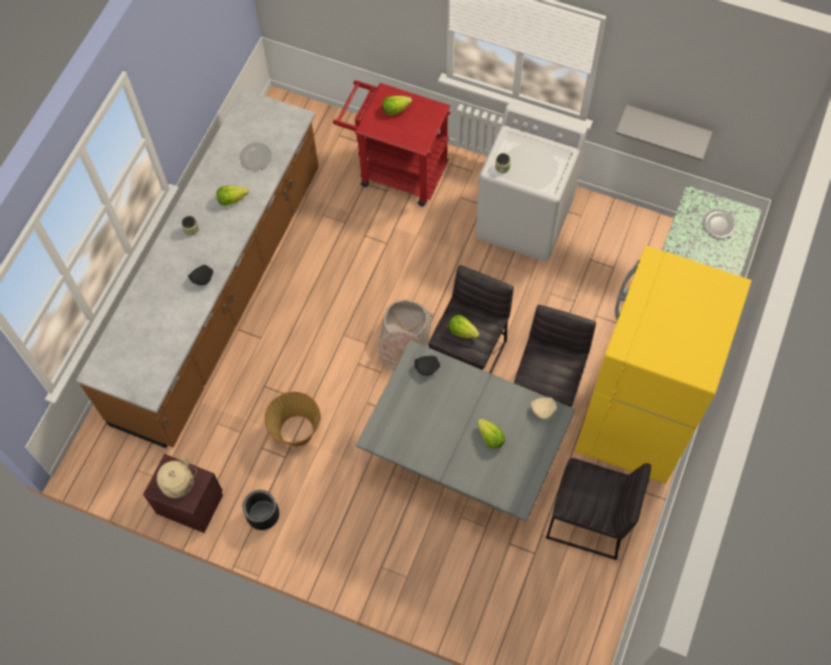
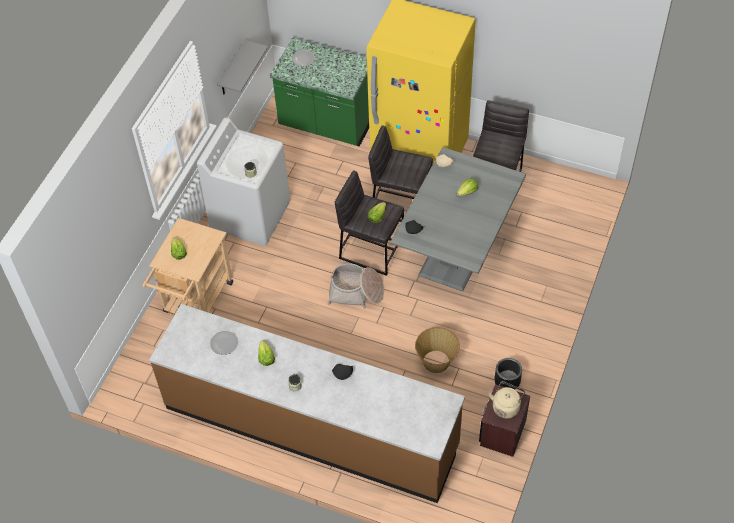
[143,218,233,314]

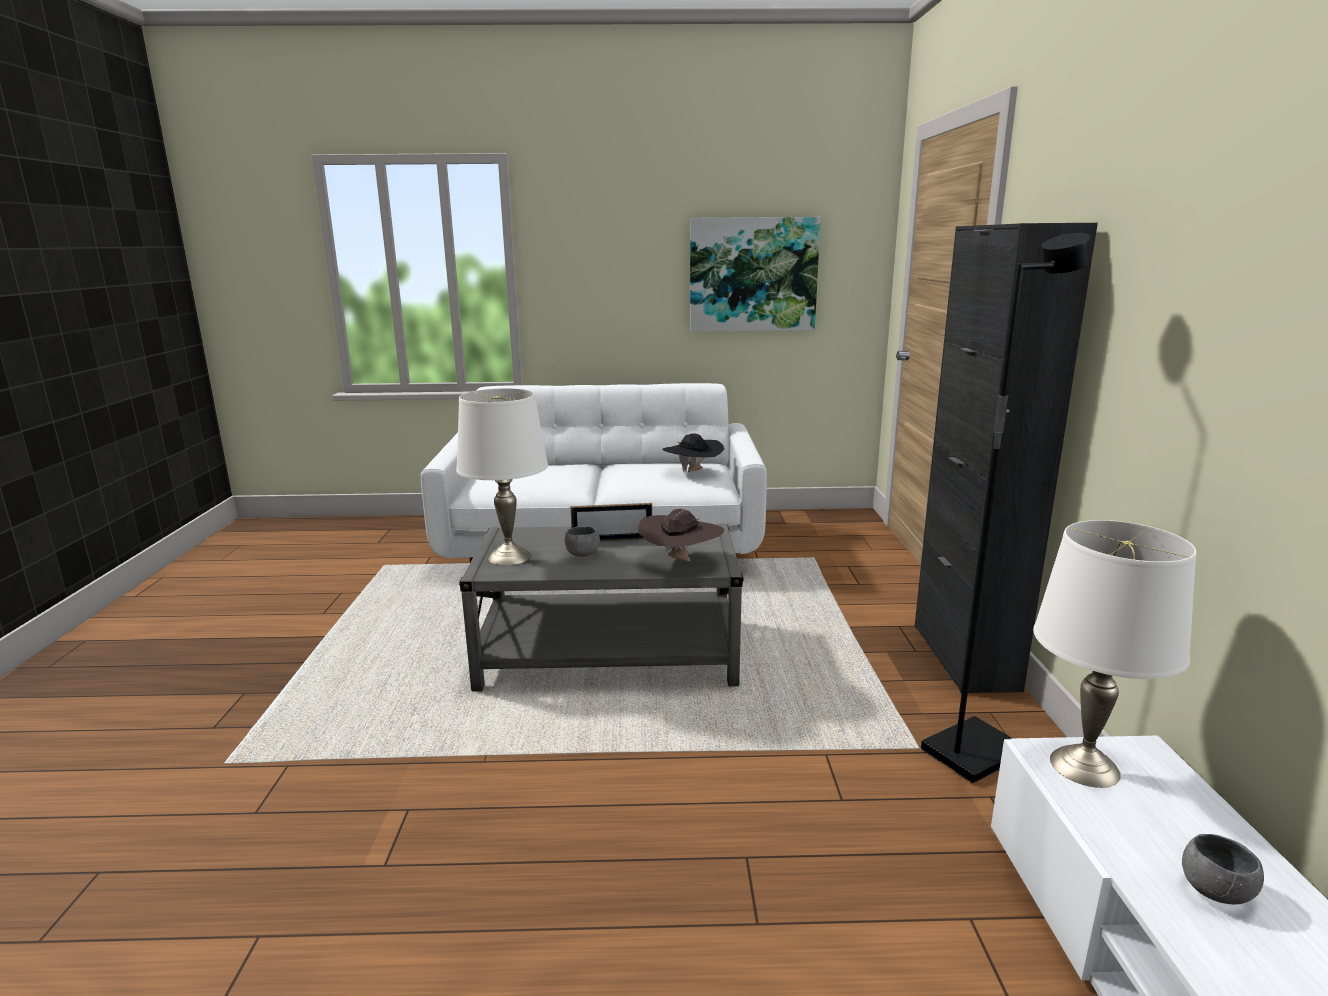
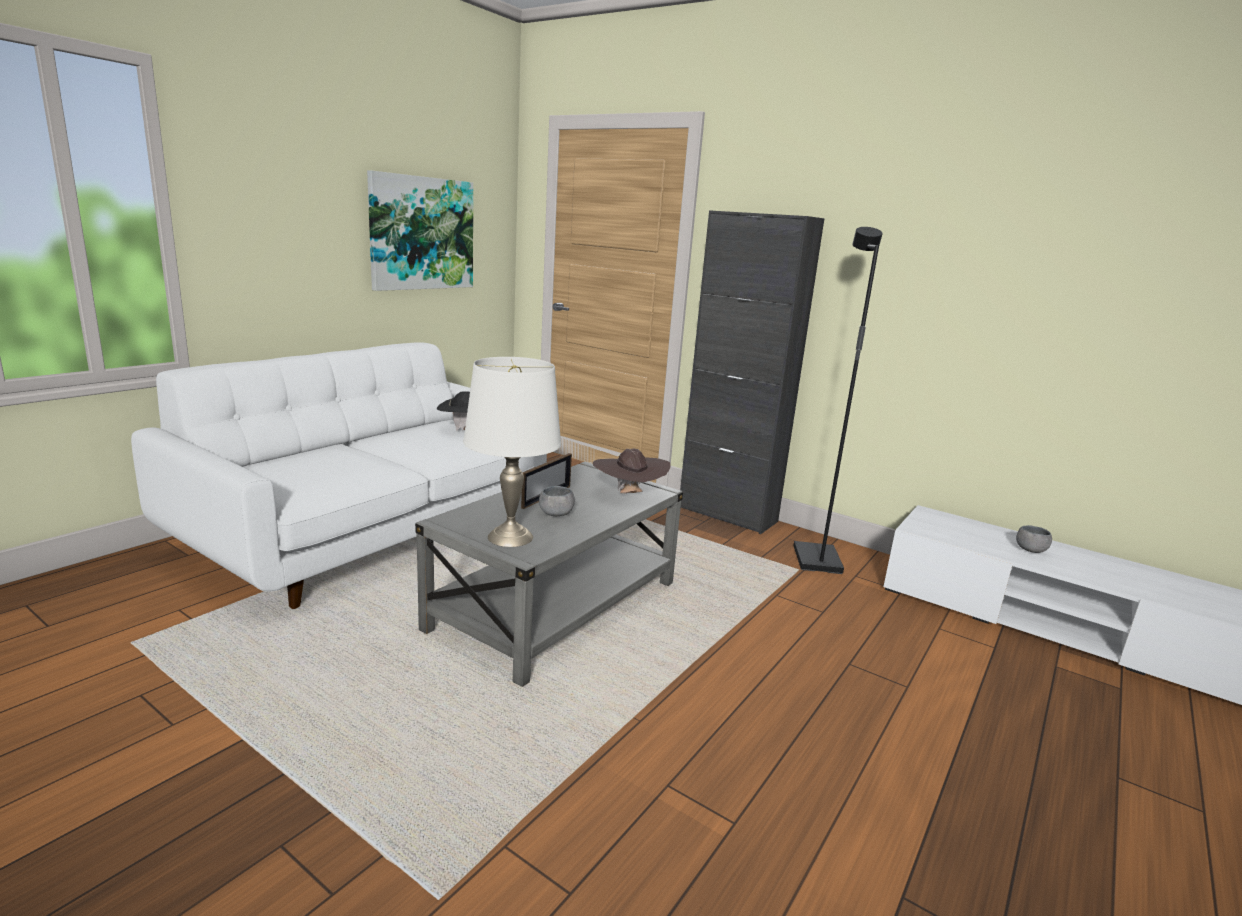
[1033,520,1196,788] (first image)

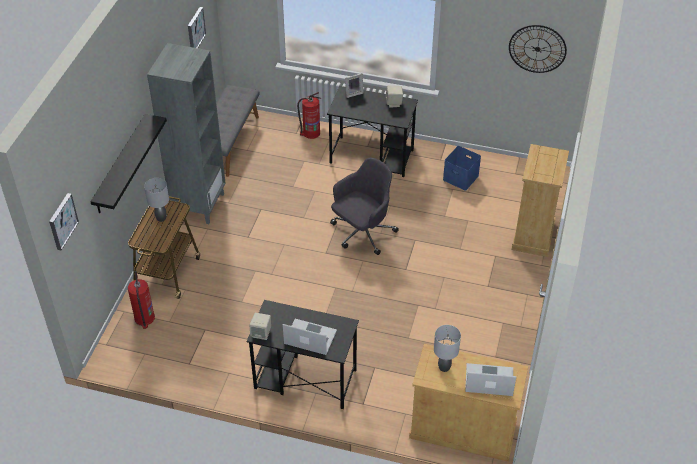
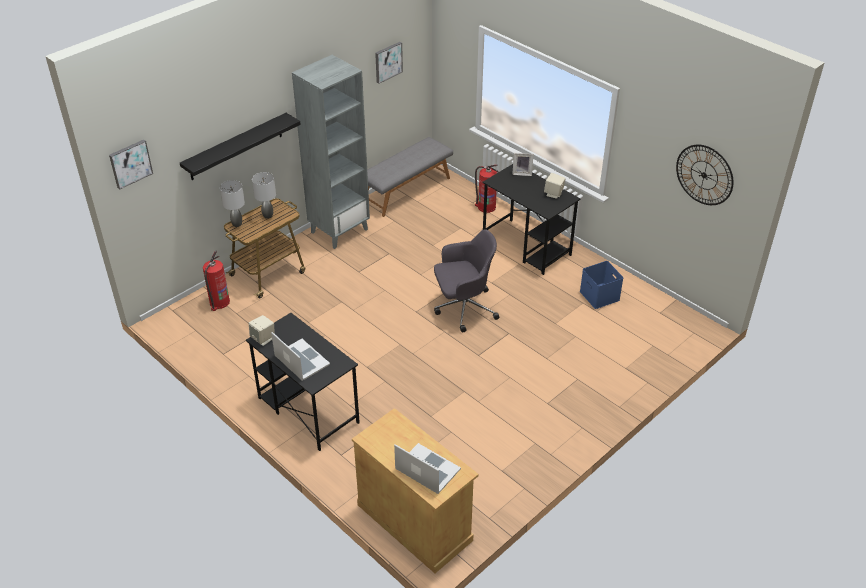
[220,180,245,227]
[512,144,569,257] (first image)

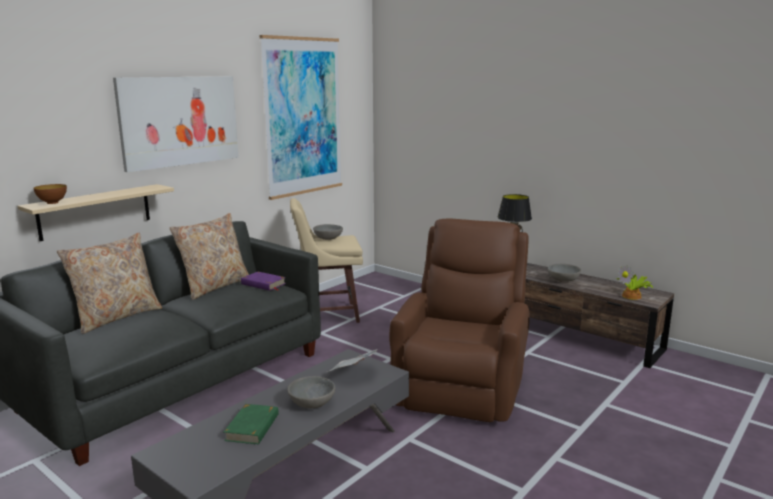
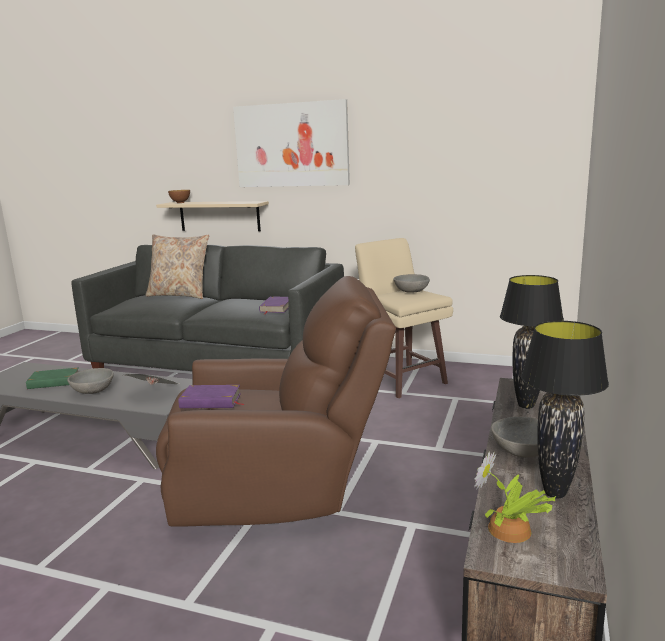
[170,213,249,300] (first image)
[260,35,342,200] (first image)
[178,385,244,408]
[521,321,609,498]

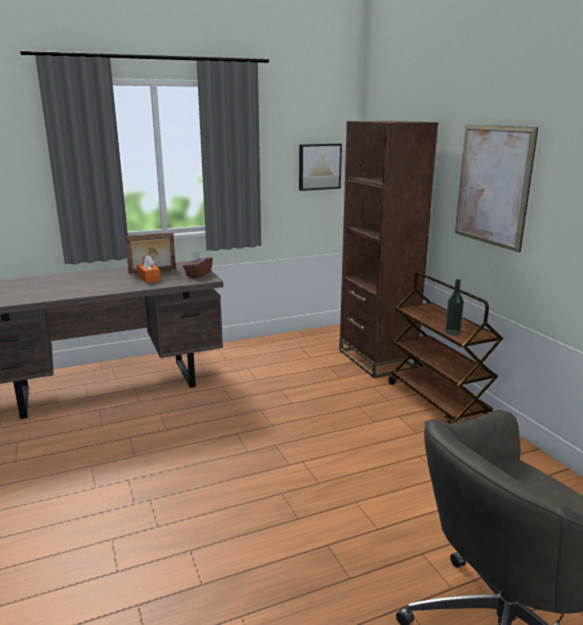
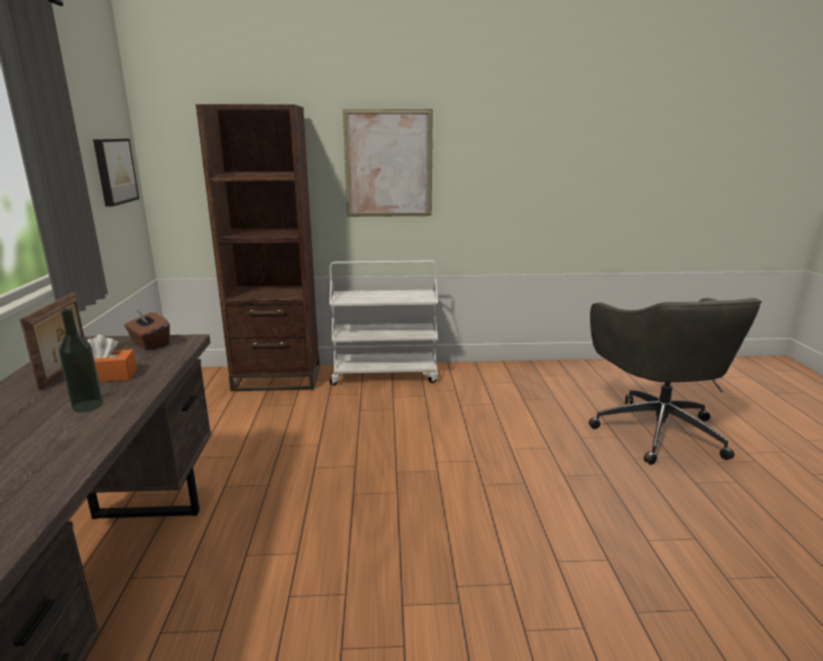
[329,261,438,385]
[59,308,103,412]

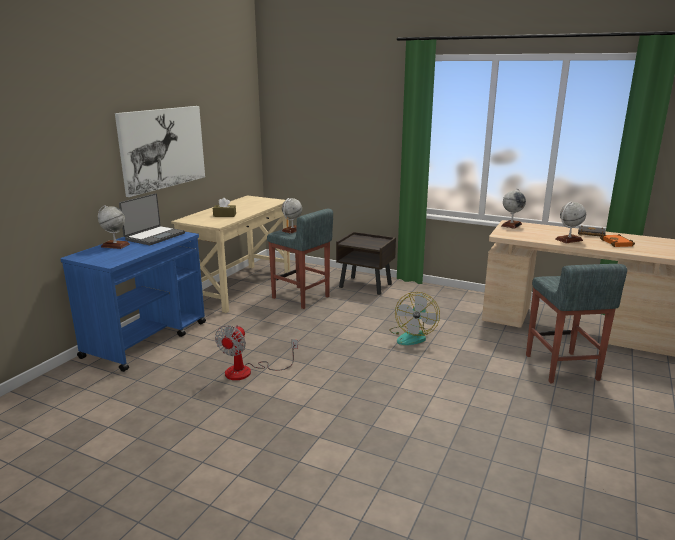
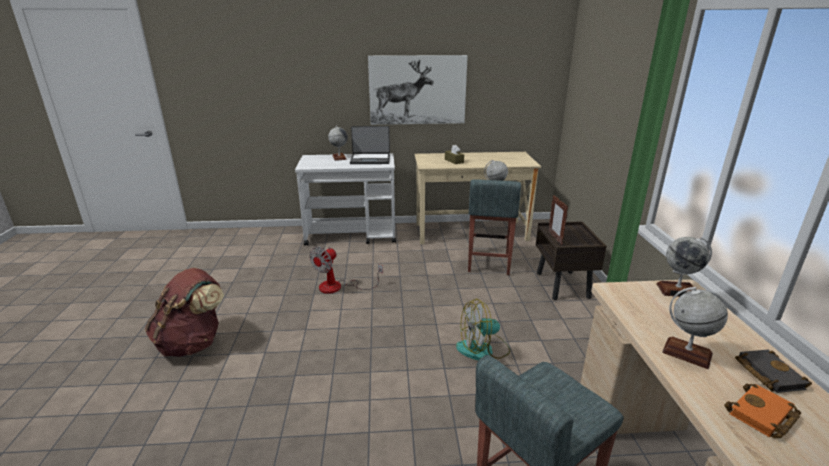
[295,153,396,246]
[309,247,383,294]
[145,268,224,357]
[549,195,568,245]

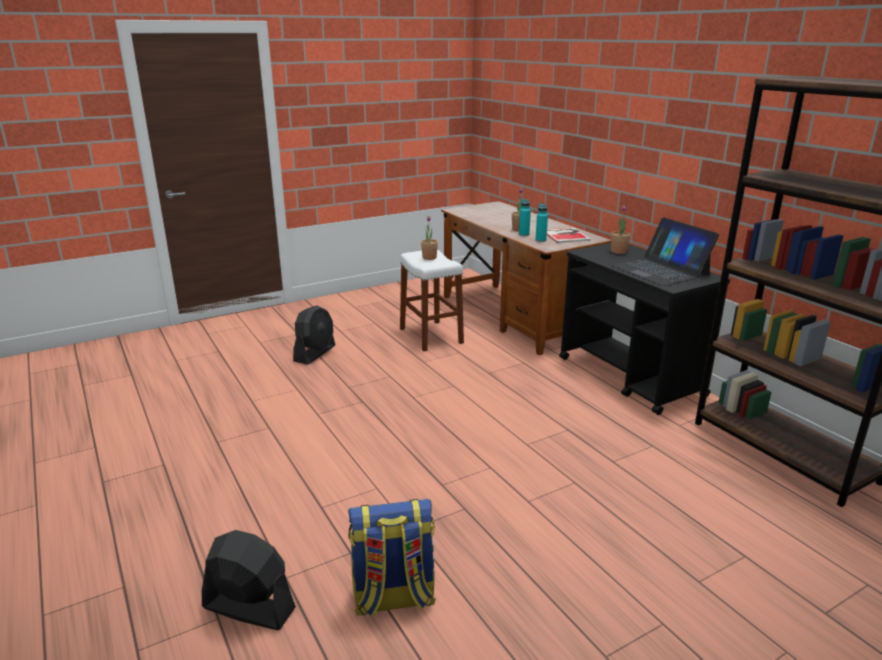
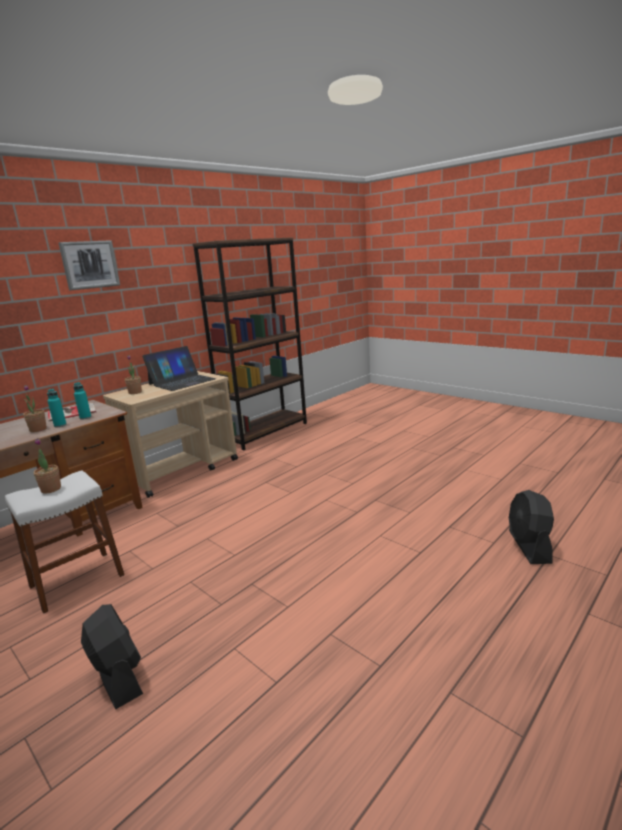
[81,604,143,709]
[348,499,436,617] (first image)
[103,371,238,498]
[58,240,120,290]

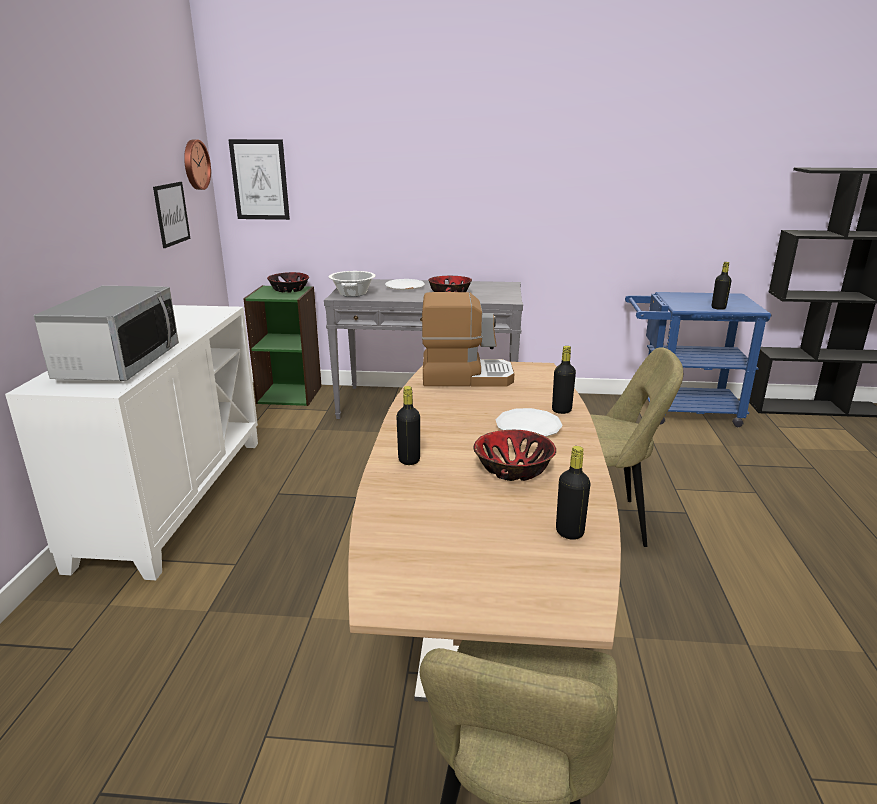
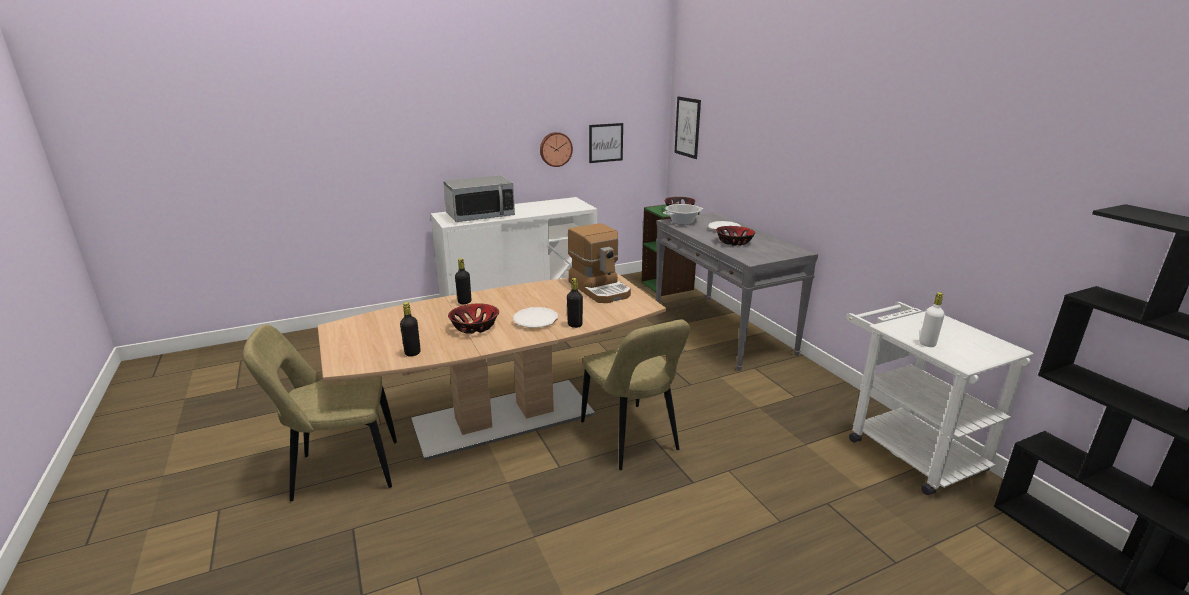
[540,132,573,167]
[846,302,1034,495]
[920,292,944,347]

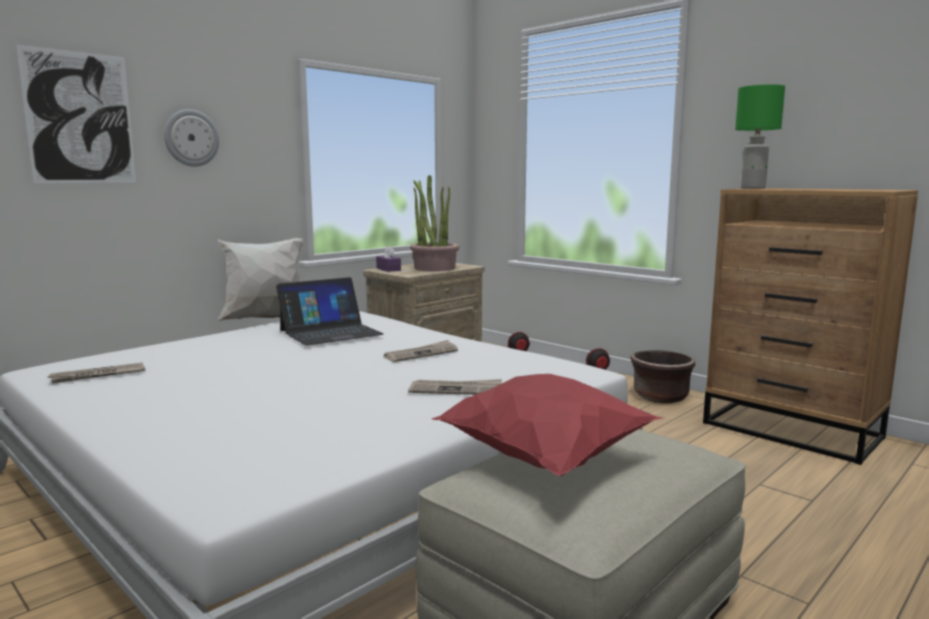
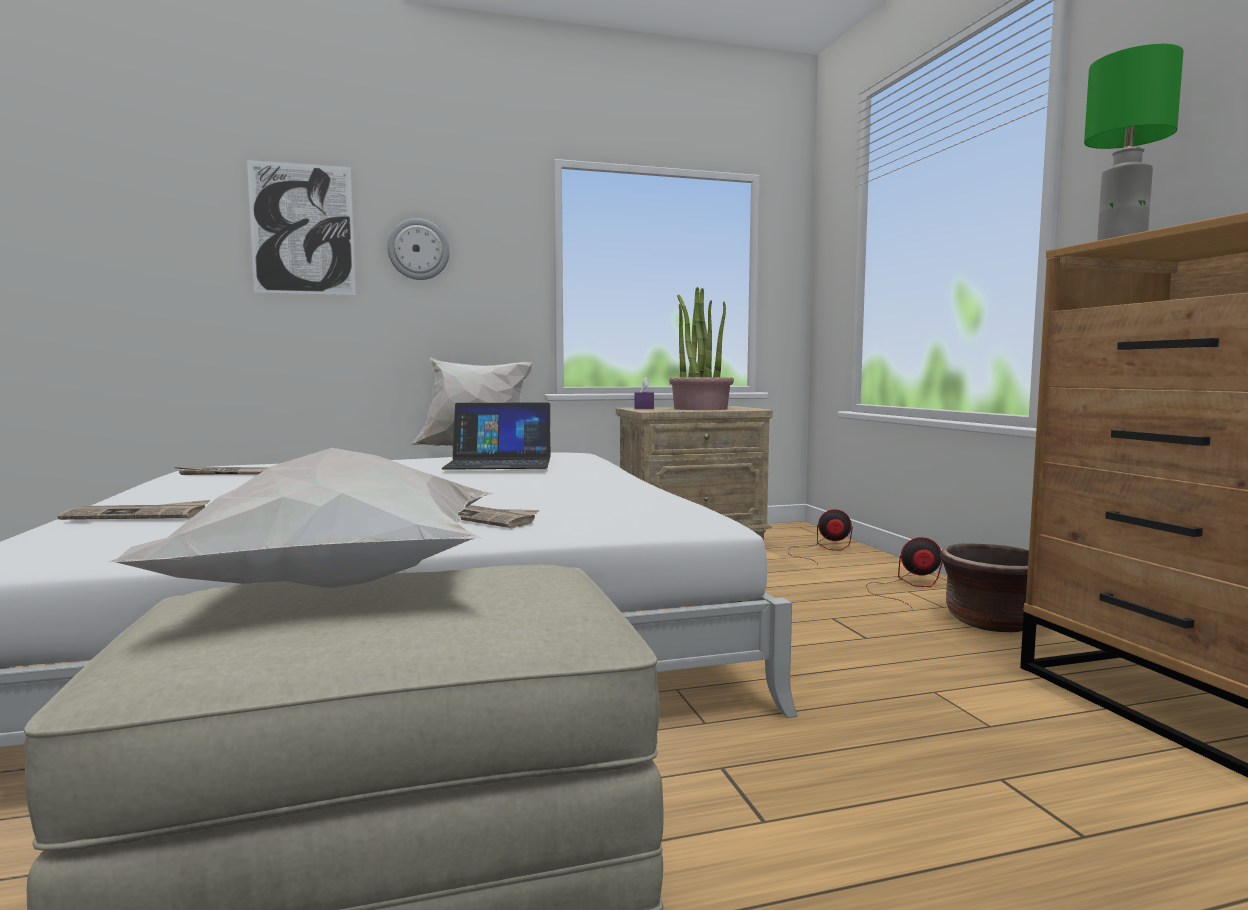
[57,500,210,520]
[109,448,493,588]

